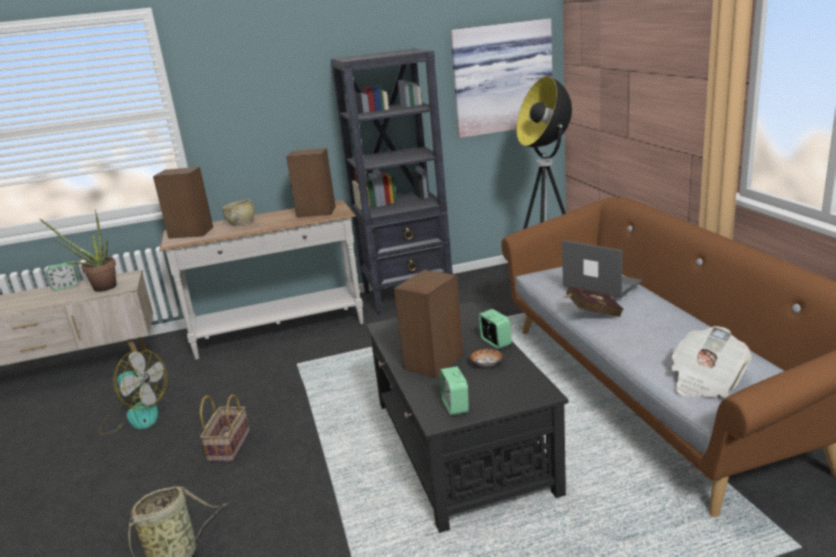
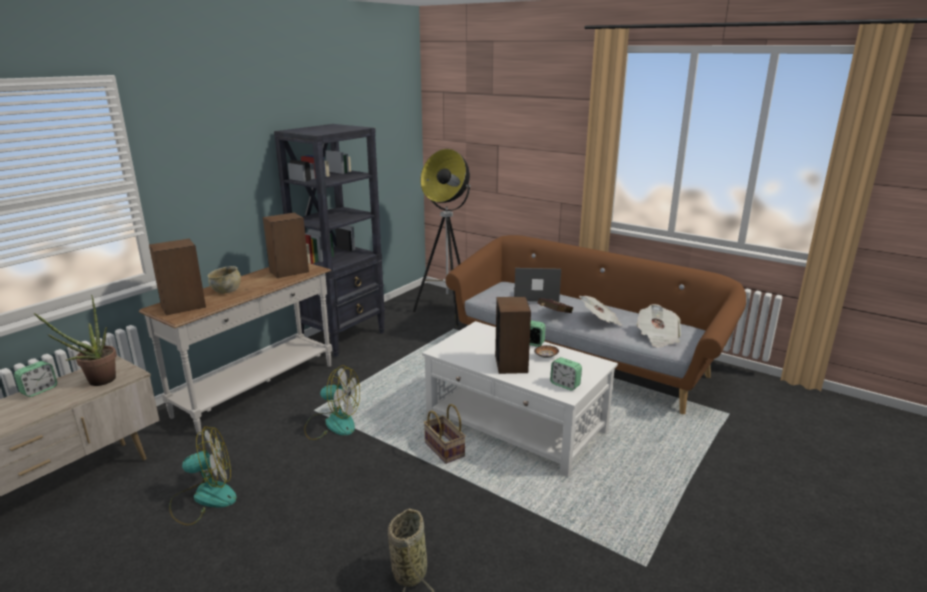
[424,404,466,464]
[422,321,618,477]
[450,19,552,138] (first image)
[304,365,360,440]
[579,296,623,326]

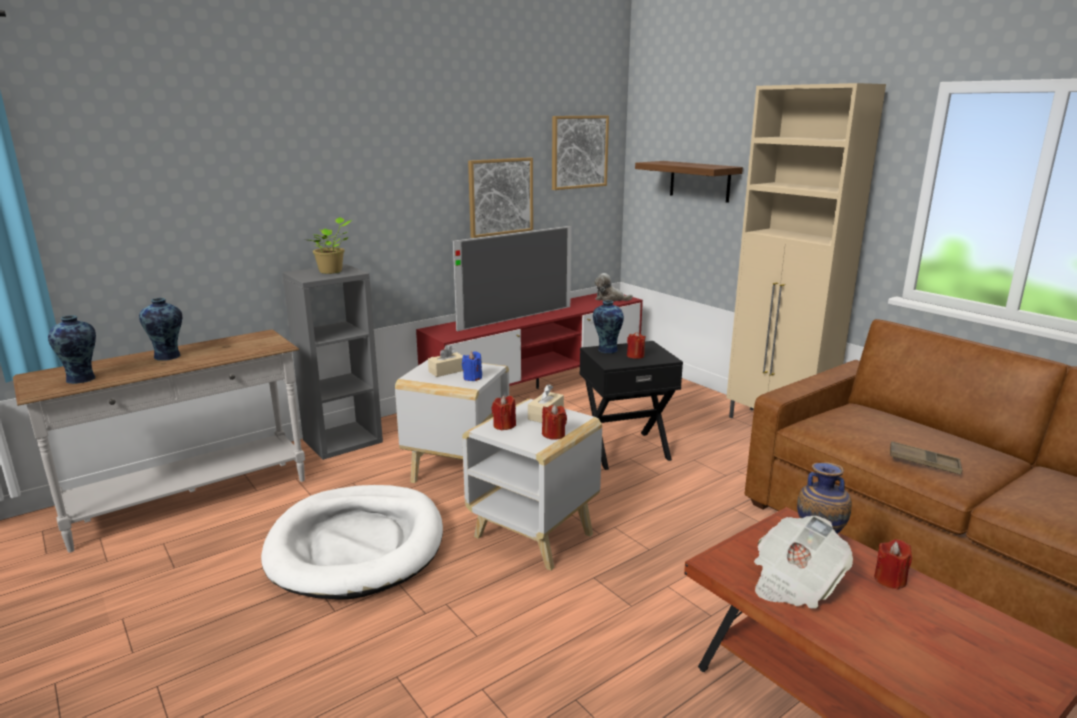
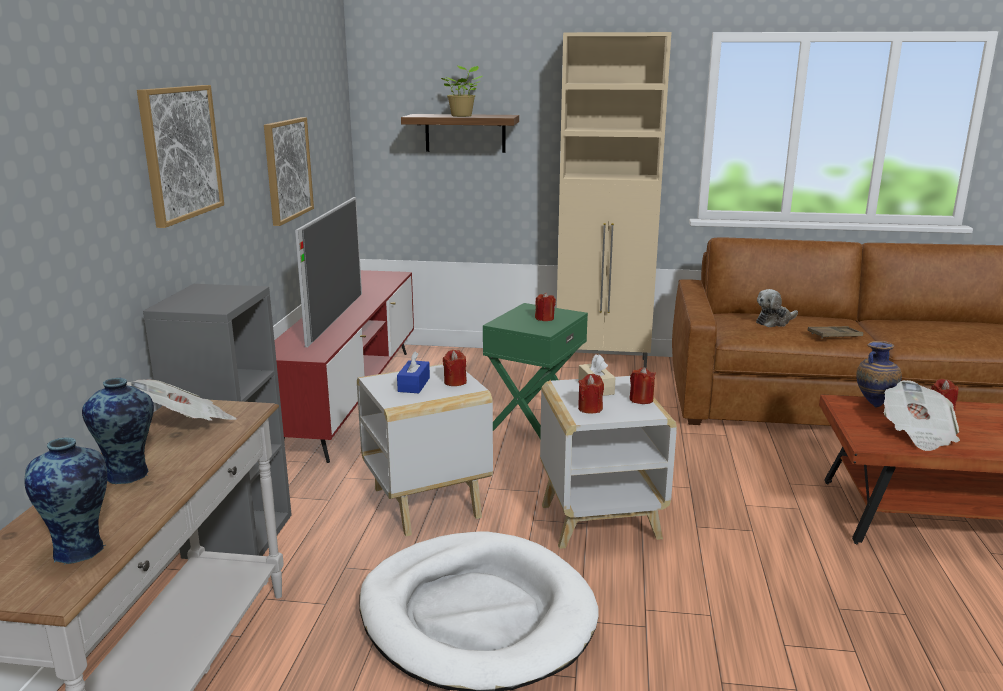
[441,66,483,117]
[397,351,430,393]
[443,350,467,386]
[137,85,224,228]
[483,303,588,438]
[593,300,624,353] (first image)
[756,289,798,327]
[127,380,238,421]

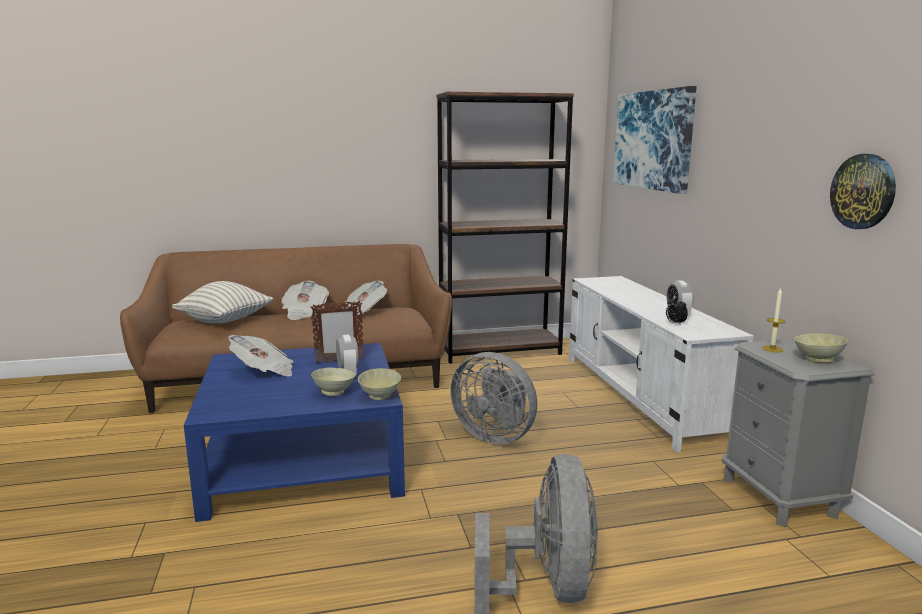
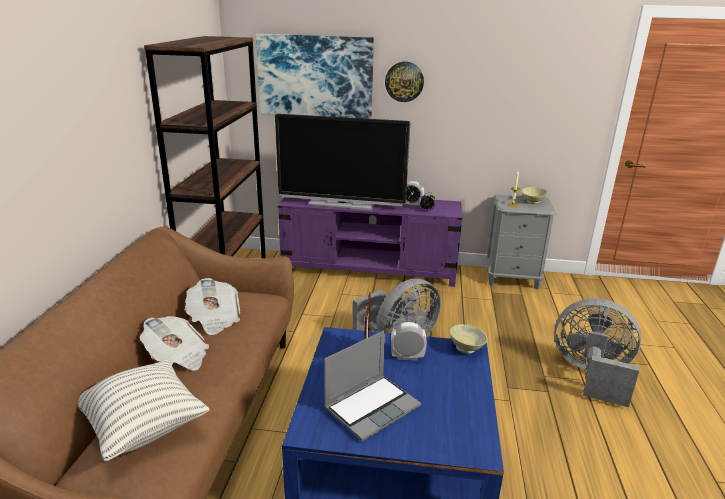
[324,330,421,442]
[311,367,355,396] (first image)
[278,197,462,287]
[385,62,424,102]
[275,114,410,210]

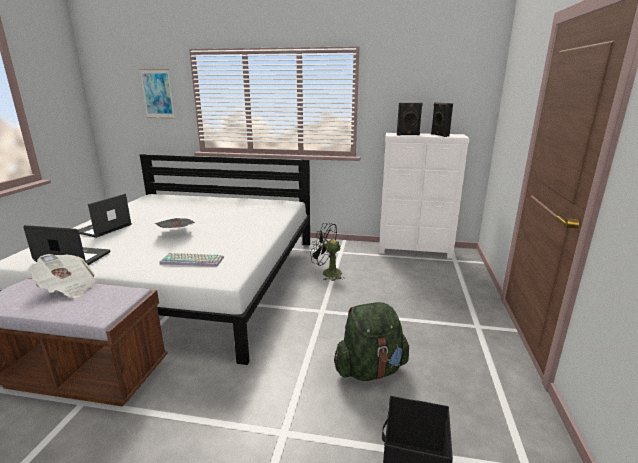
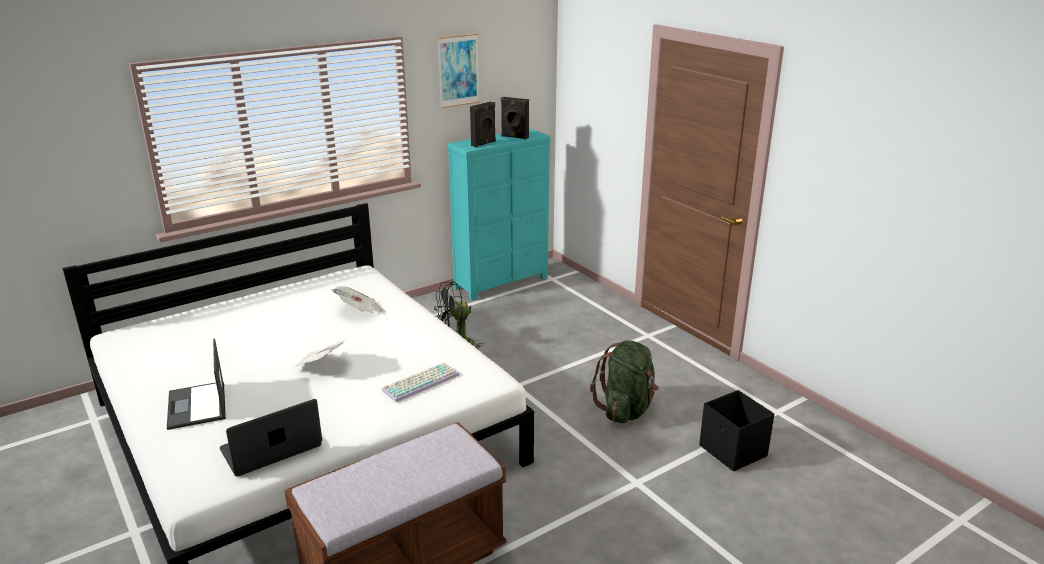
[331,286,387,313]
[437,33,479,109]
[447,128,551,301]

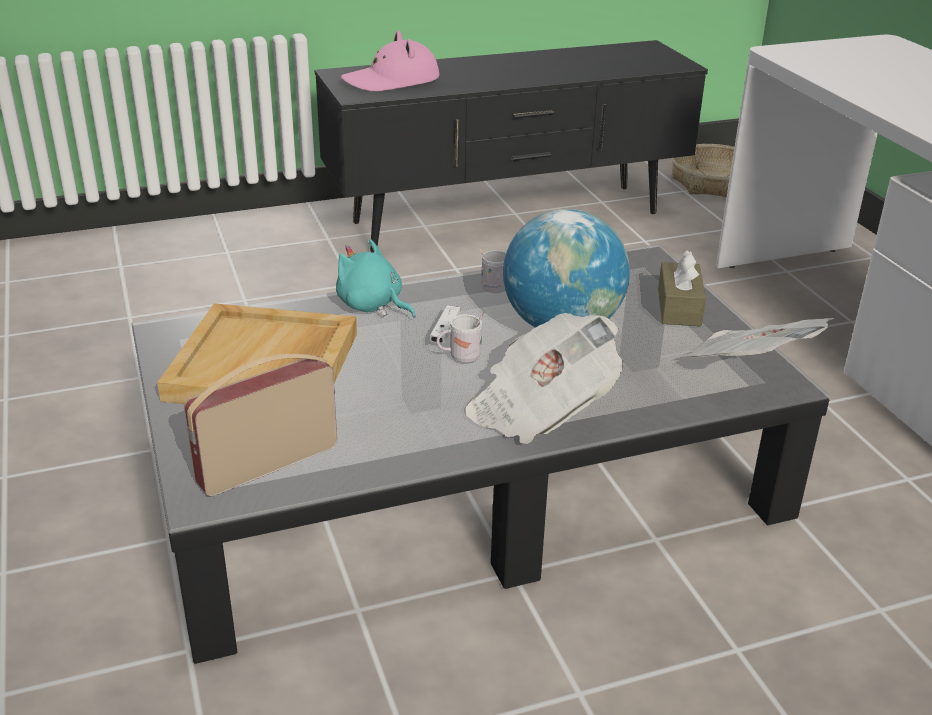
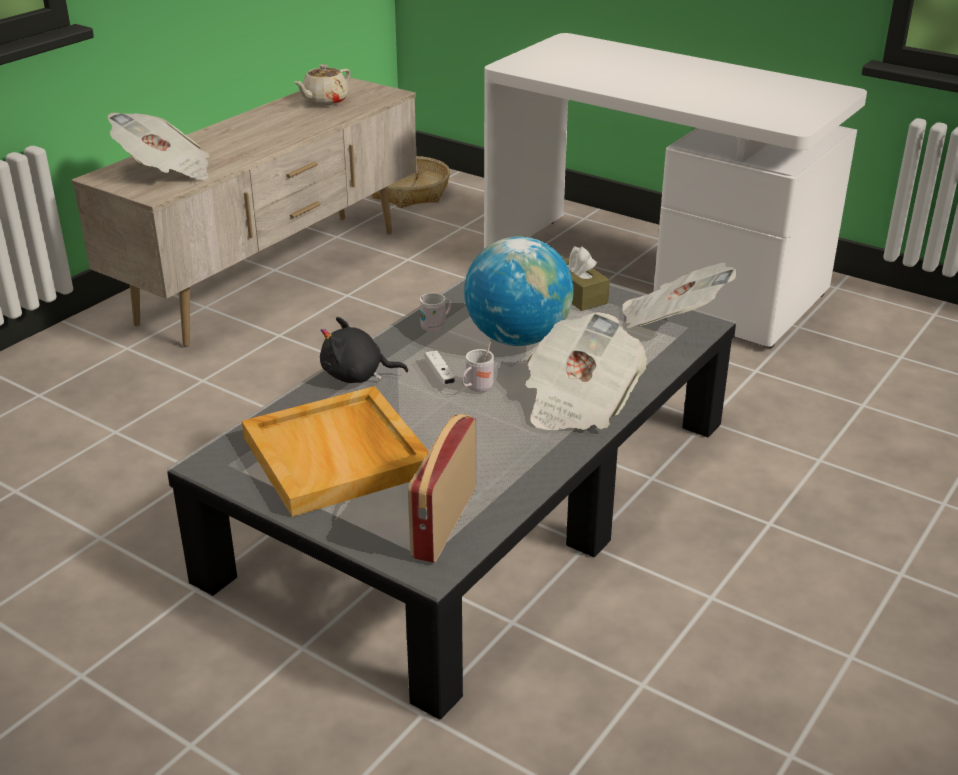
[71,76,417,347]
[320,317,408,383]
[107,113,210,180]
[294,64,351,106]

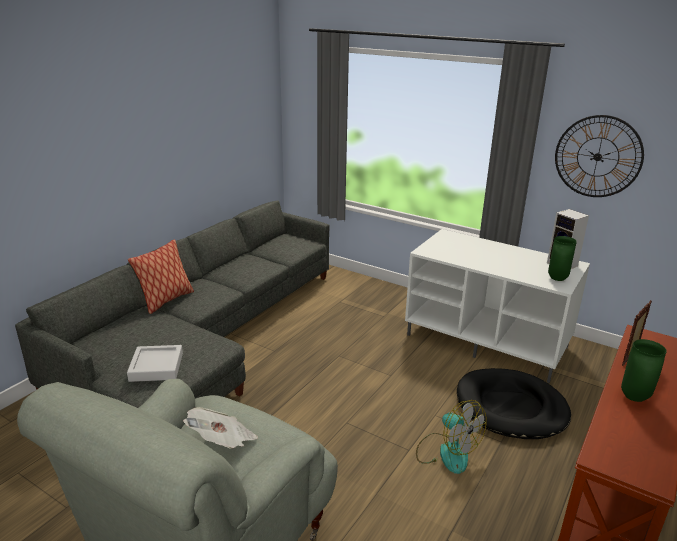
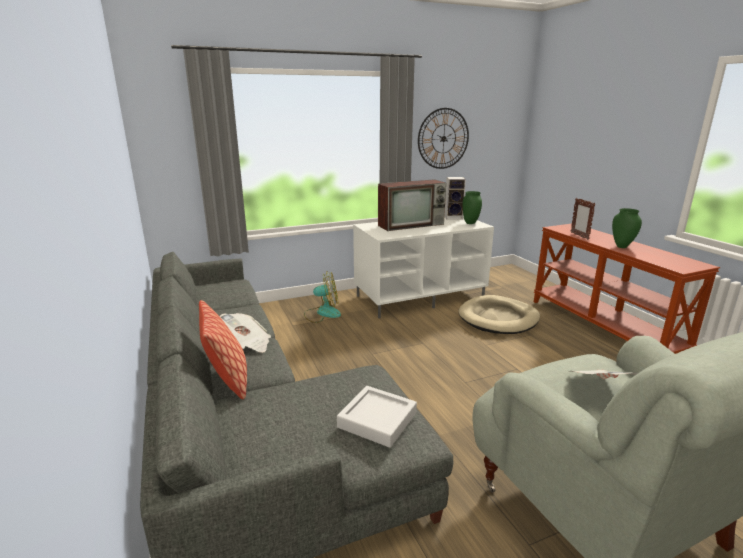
[304,271,341,323]
[458,295,540,334]
[220,313,271,353]
[378,179,446,231]

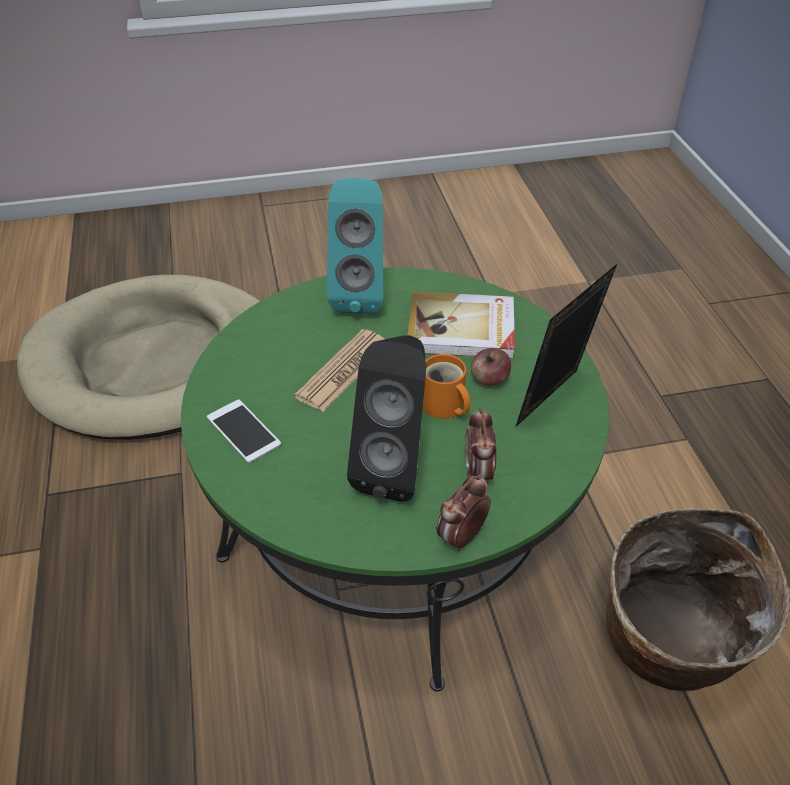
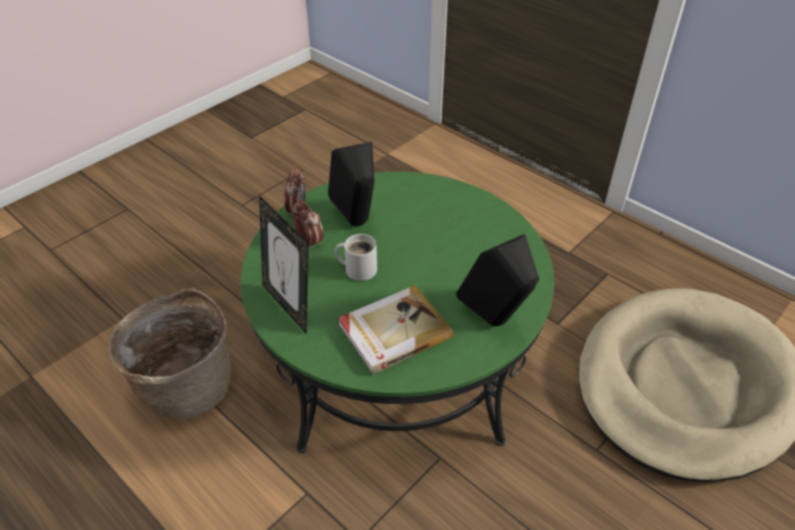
[207,400,281,463] (first image)
[294,329,384,412] (first image)
[456,234,539,326]
[335,234,377,281]
[471,348,511,386] (first image)
[259,196,308,334]

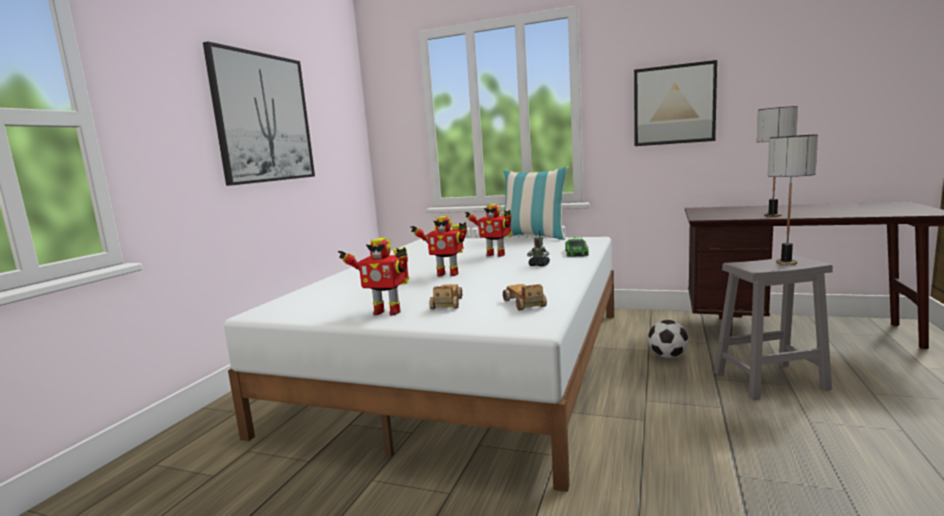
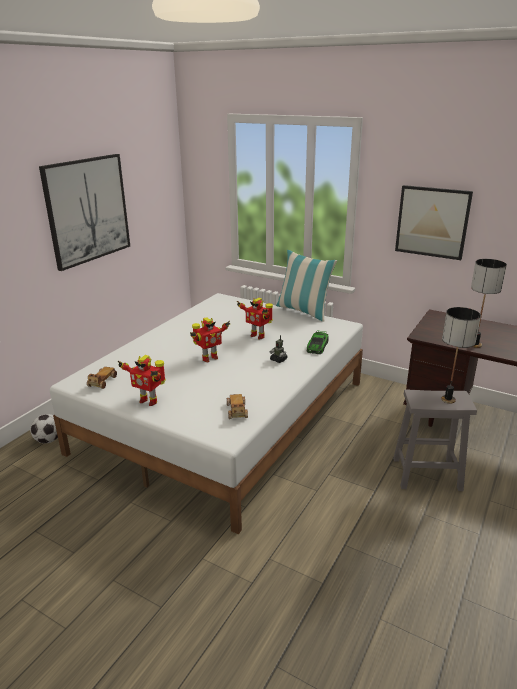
[190,317,230,362]
[87,367,117,389]
[30,414,58,443]

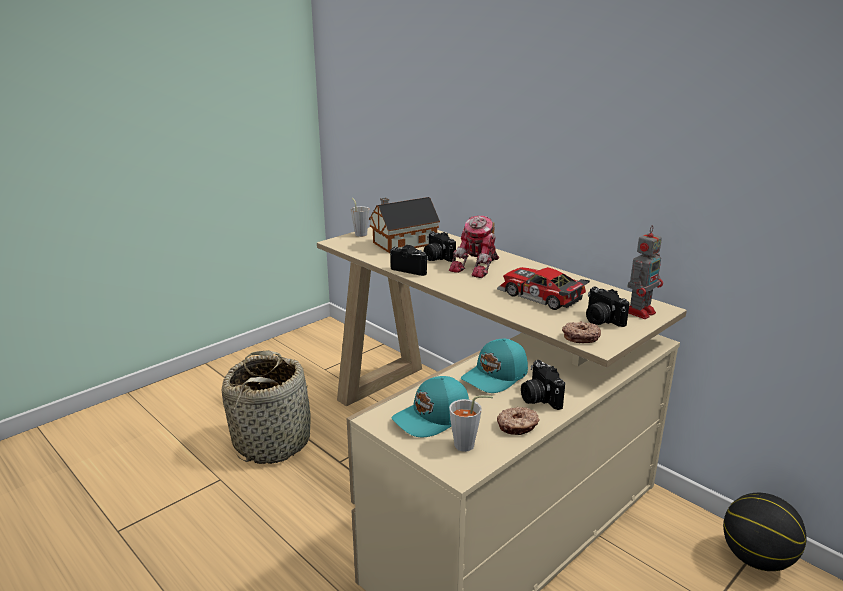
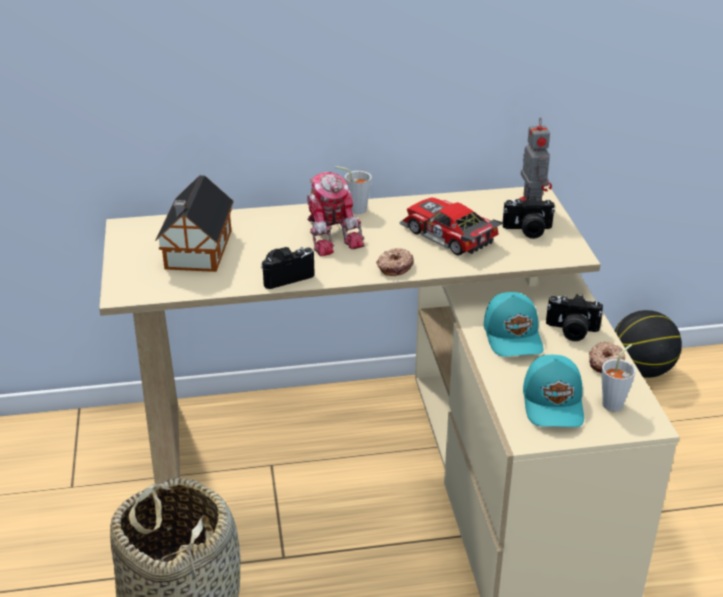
[335,166,372,214]
[424,231,456,262] (first image)
[399,198,502,256]
[376,248,414,276]

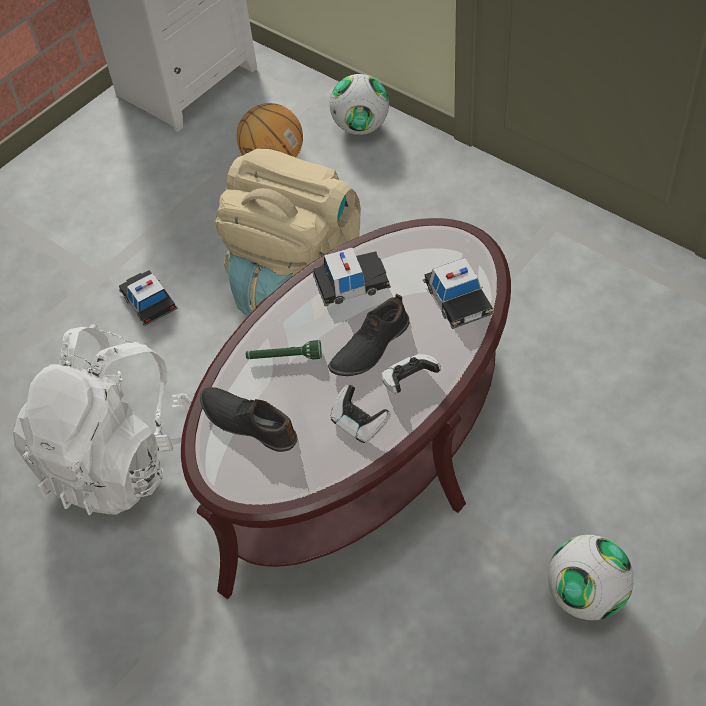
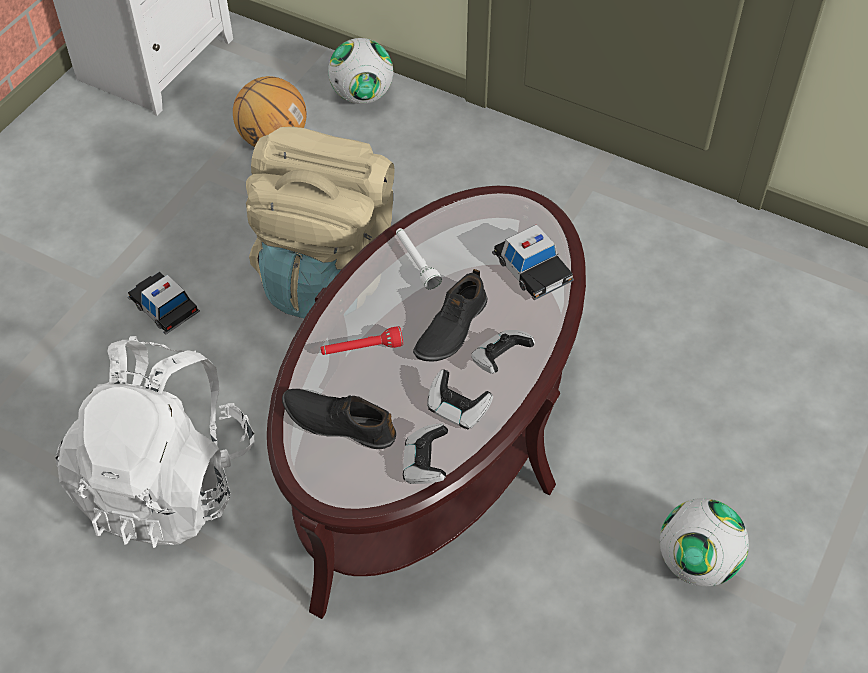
[321,326,403,355]
[396,228,442,290]
[403,423,448,484]

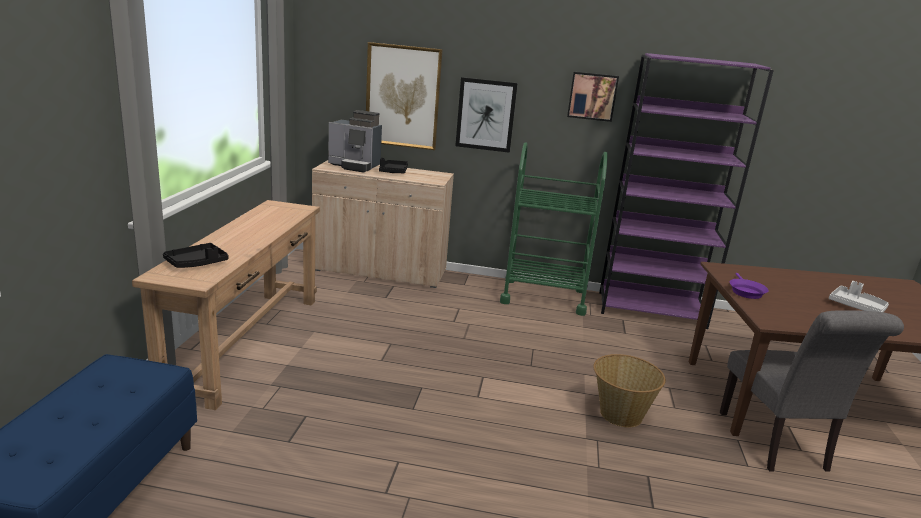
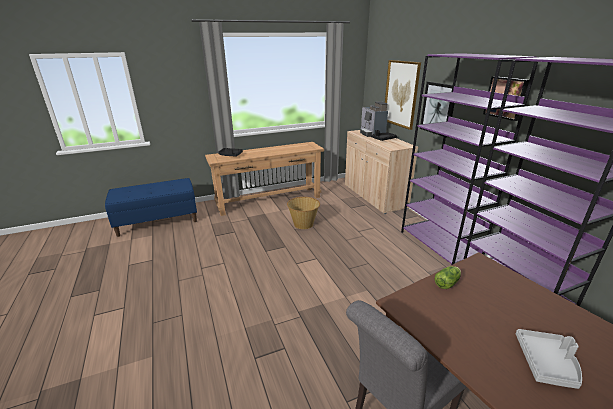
[401,53,538,265]
[287,197,320,229]
[435,266,461,289]

